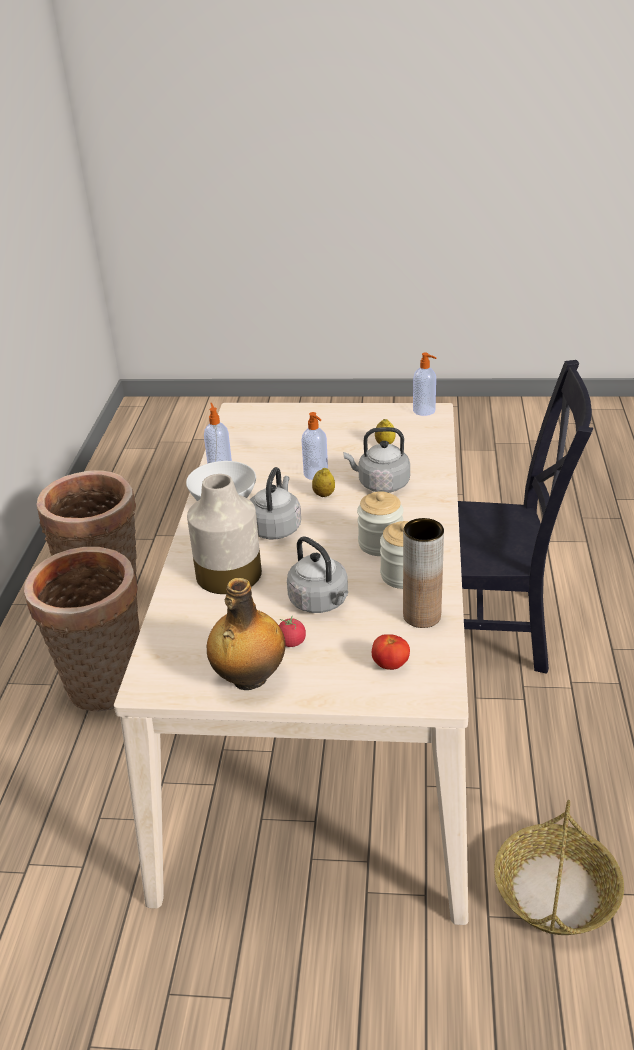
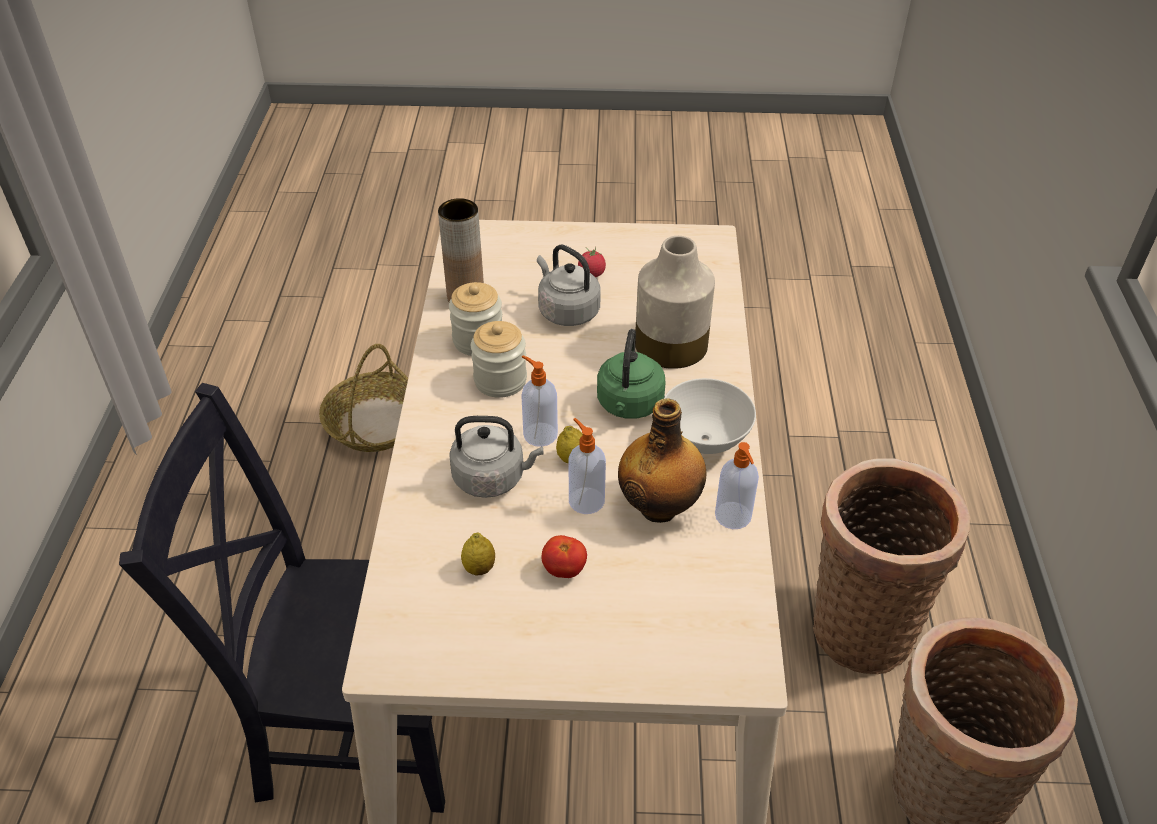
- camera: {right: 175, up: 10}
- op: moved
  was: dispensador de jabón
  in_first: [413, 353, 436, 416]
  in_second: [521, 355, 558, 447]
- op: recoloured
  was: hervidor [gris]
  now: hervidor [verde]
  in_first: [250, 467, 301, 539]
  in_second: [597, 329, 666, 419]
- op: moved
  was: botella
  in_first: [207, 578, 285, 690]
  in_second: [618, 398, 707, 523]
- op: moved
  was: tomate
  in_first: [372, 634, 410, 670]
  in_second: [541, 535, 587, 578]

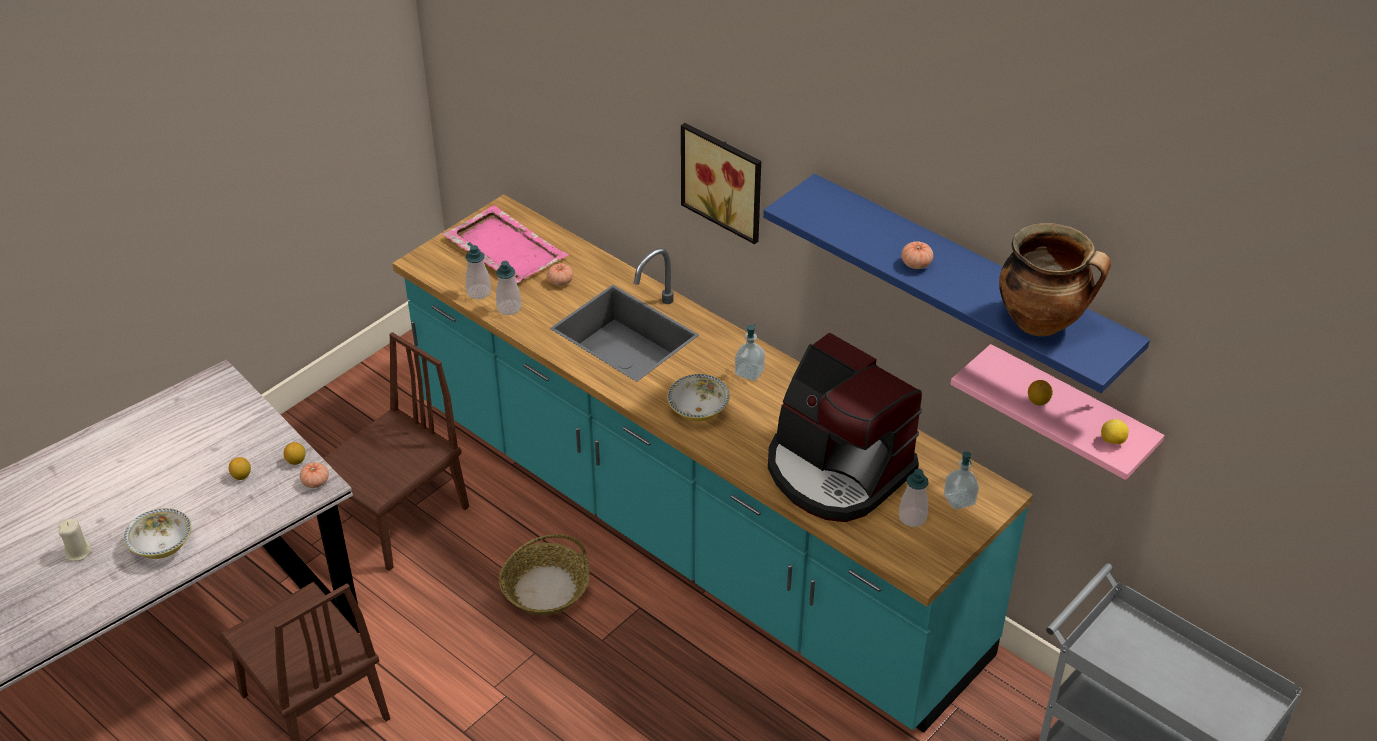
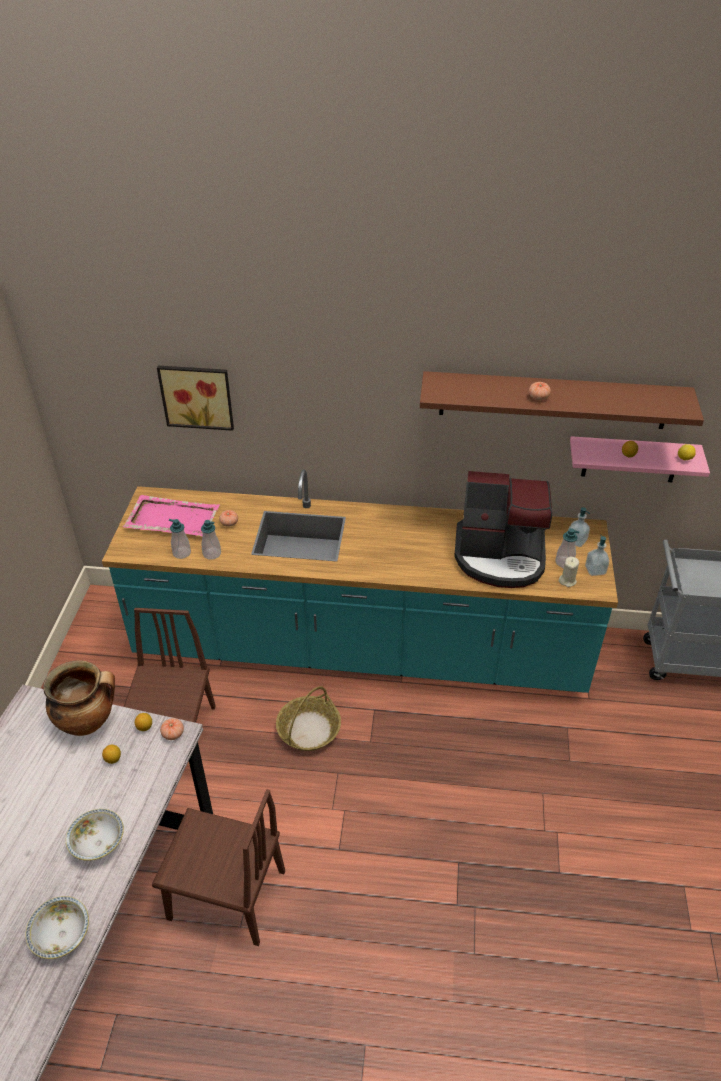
- camera: {right: -35, up: 0}
- op: moved
  was: cuadro
  in_first: [681, 123, 761, 244]
  in_second: [157, 366, 234, 431]
- op: recoloured
  was: estante [azul]
  now: estante [marrón]
  in_first: [763, 174, 1150, 393]
  in_second: [420, 371, 704, 429]
- op: moved
  was: olla
  in_first: [999, 223, 1111, 336]
  in_second: [43, 660, 115, 736]
- op: moved
  was: dispensador de jabón
  in_first: [735, 324, 765, 381]
  in_second: [585, 535, 609, 576]
- op: moved
  was: cuenco
  in_first: [667, 374, 730, 421]
  in_second: [26, 896, 89, 959]
- op: moved
  was: vela [beis]
  in_first: [59, 519, 93, 561]
  in_second: [559, 556, 579, 587]

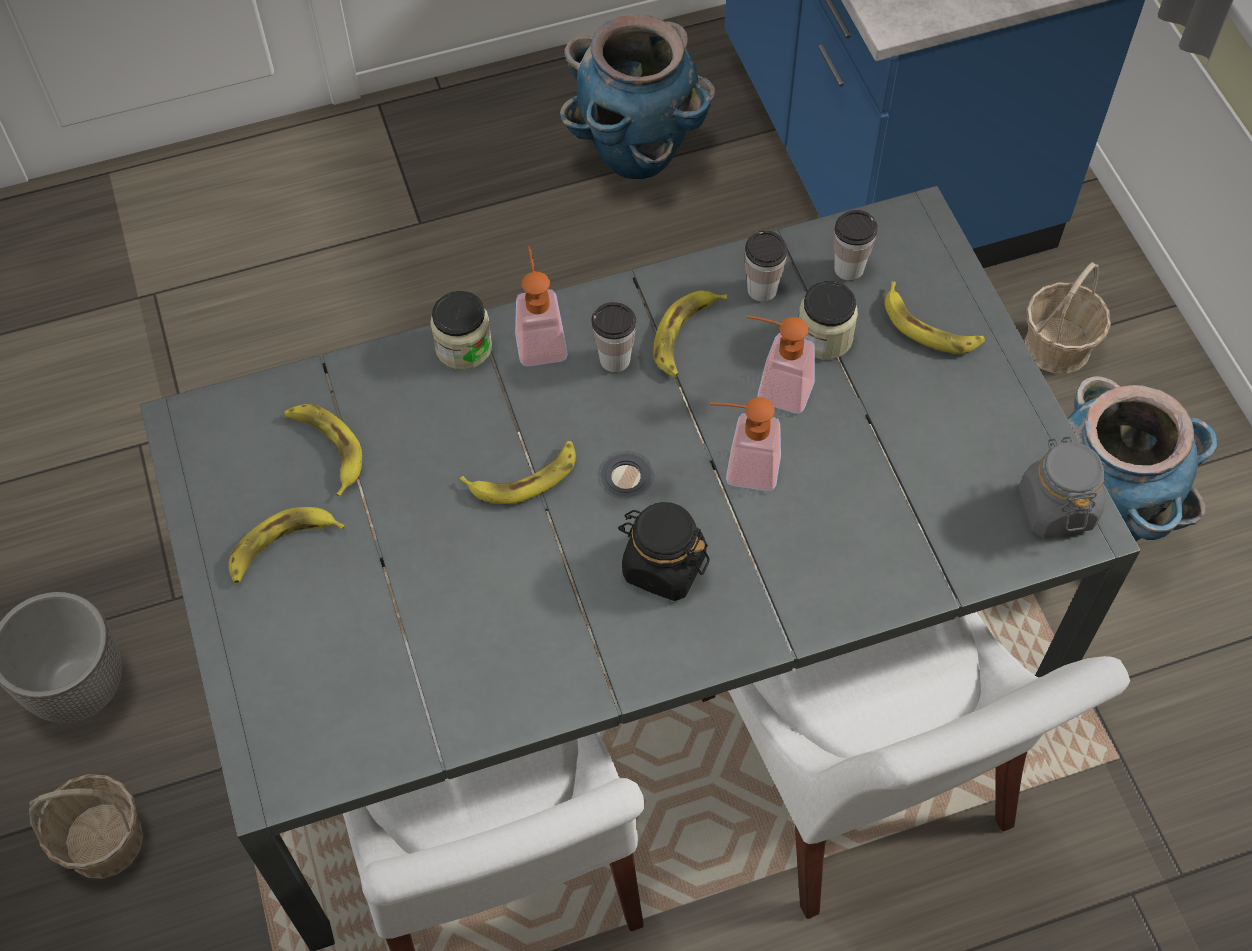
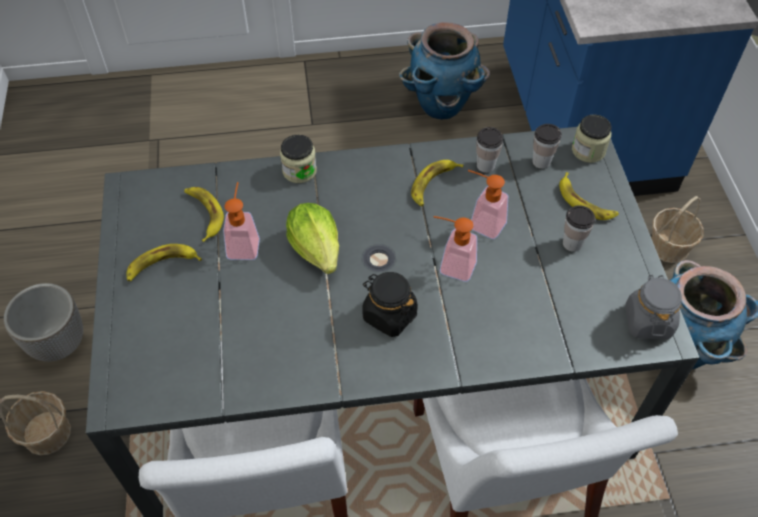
- camera: {right: 10, up: -5}
- op: moved
  was: dispensador de jabón
  in_first: [515, 246, 568, 366]
  in_second: [223, 182, 260, 260]
- op: moved
  was: tarro
  in_first: [799, 281, 858, 360]
  in_second: [572, 114, 612, 163]
- op: moved
  was: taza
  in_first: [591, 302, 636, 372]
  in_second: [563, 205, 596, 252]
- op: replaced
  was: plátano
  now: lechuga
  in_first: [460, 441, 576, 504]
  in_second: [286, 203, 339, 274]

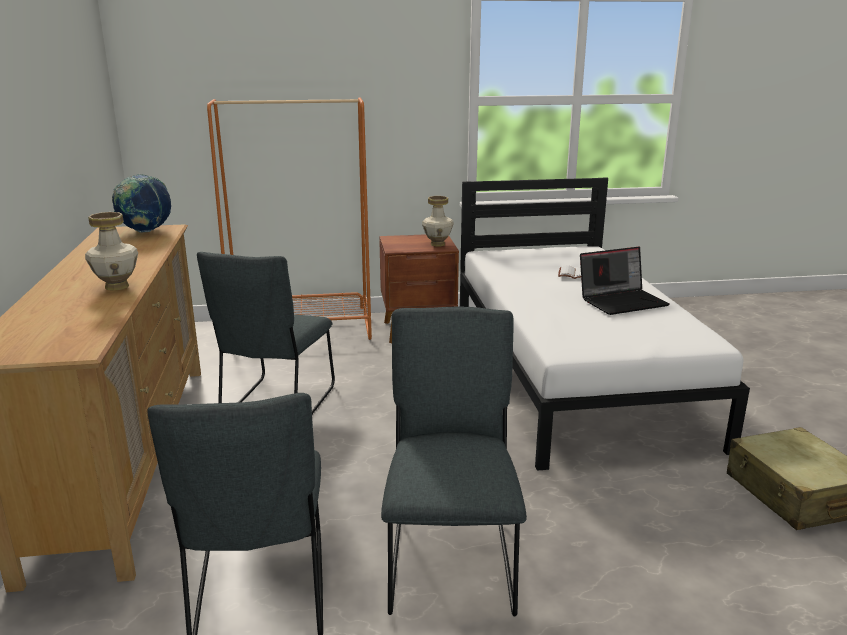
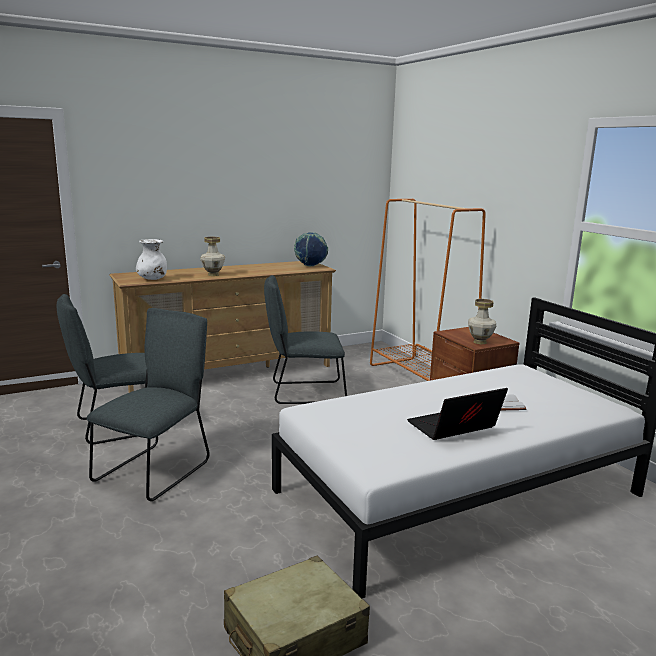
- camera: {right: 70, up: -5}
- op: turned
  was: portátil
  in_first: [580, 247, 669, 315]
  in_second: [407, 388, 508, 440]
  clockwise: 105
- op: turned
  was: silla [gris]
  in_first: [381, 306, 527, 617]
  in_second: [87, 308, 209, 501]
  clockwise: -45
- op: added
  now: florero [blanco]
  in_second: [136, 239, 167, 280]

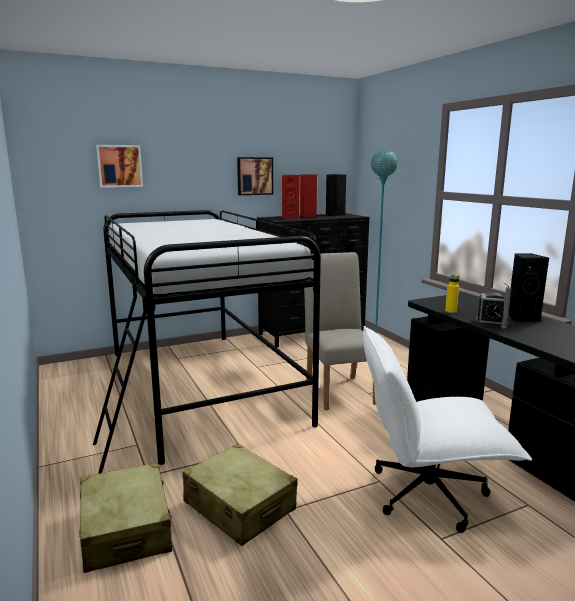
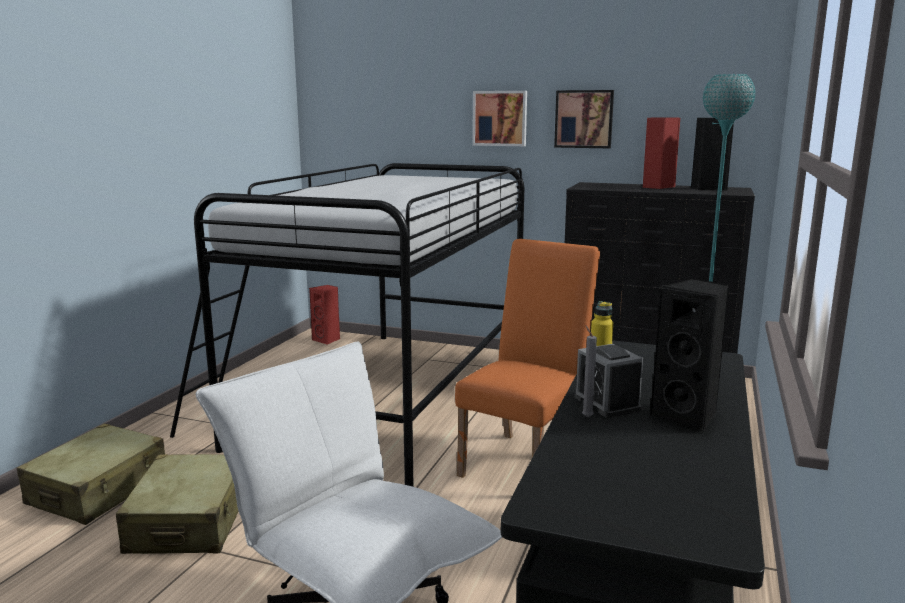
- camera: {right: 45, up: 0}
- op: moved
  was: cuadro
  in_first: [96, 145, 143, 188]
  in_second: [473, 91, 527, 146]
- op: moved
  was: altavoz [rojo]
  in_first: [282, 175, 300, 219]
  in_second: [309, 285, 340, 345]
- op: recoloured
  was: silla [beis]
  now: silla [naranja]
  in_first: [304, 252, 376, 410]
  in_second: [455, 239, 600, 478]

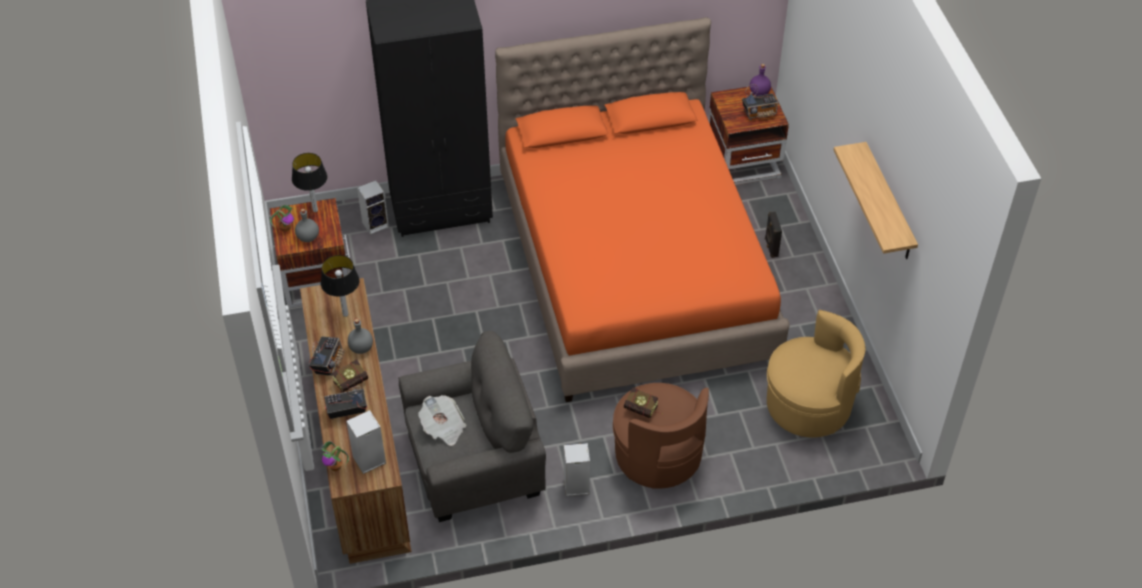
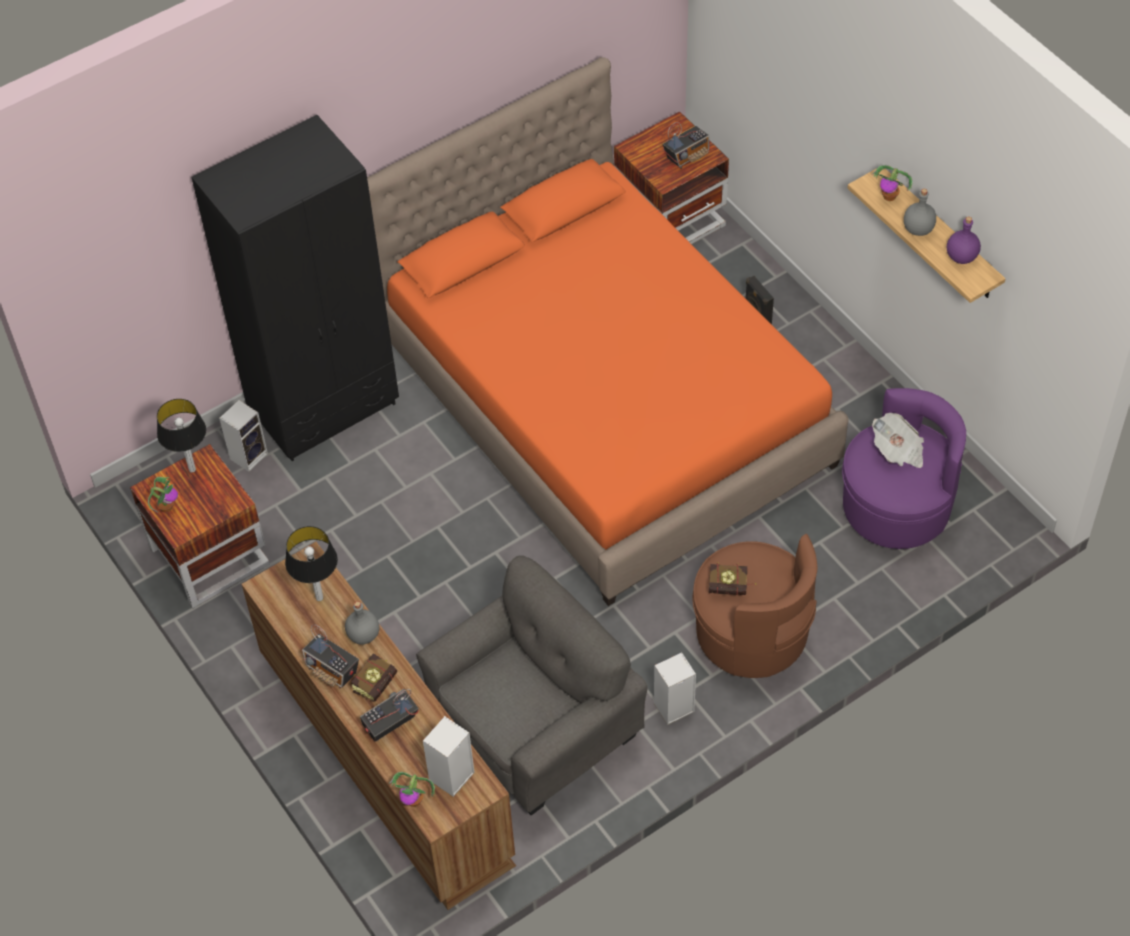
- camera: {right: -20, up: 5}
- op: moved
  was: botella [morado]
  in_first: [750, 64, 771, 96]
  in_second: [947, 216, 981, 264]
- op: moved
  was: botella [gris]
  in_first: [295, 208, 319, 242]
  in_second: [904, 189, 936, 236]
- op: recoloured
  was: sillón [beis]
  now: sillón [morado]
  in_first: [767, 310, 866, 438]
  in_second: [842, 388, 966, 549]
- op: turned
  was: radio
  in_first: [309, 337, 345, 376]
  in_second: [302, 624, 359, 688]
  clockwise: 135
- op: moved
  was: periódico
  in_first: [418, 395, 467, 446]
  in_second: [872, 413, 924, 468]
- op: added
  now: planta en maceta
  in_second: [871, 165, 913, 201]

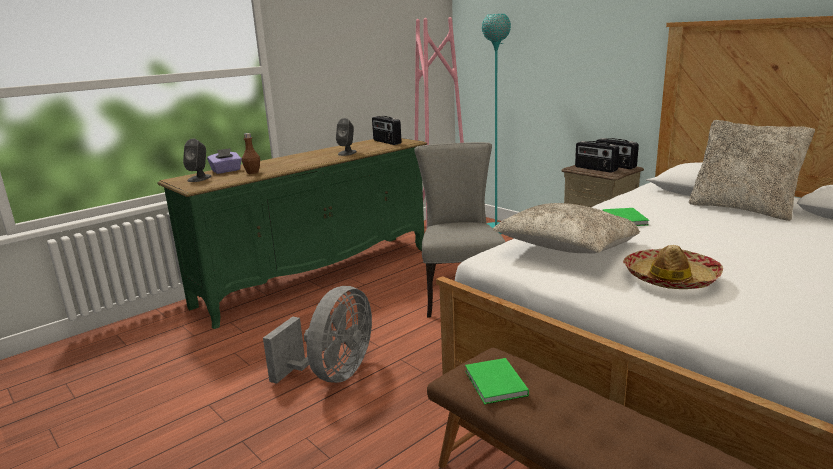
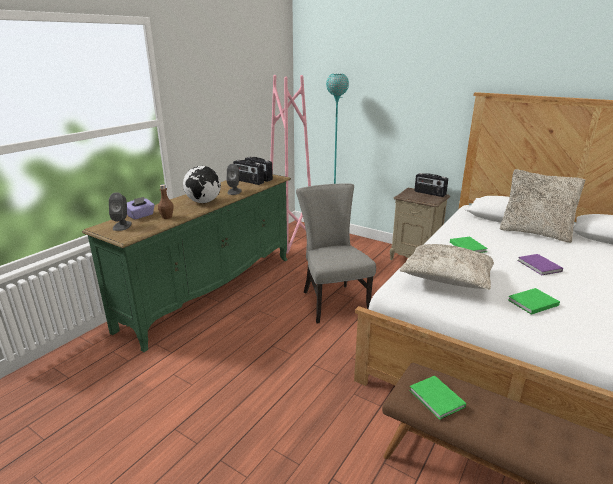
- camera: {right: -15, up: 5}
- op: moved
  was: radio
  in_first: [575, 141, 619, 173]
  in_second: [233, 160, 264, 185]
- op: replaced
  was: sombrero
  now: libro [verde]
  in_first: [623, 245, 723, 289]
  in_second: [508, 288, 560, 315]
- op: removed
  was: ventilador [gris]
  in_first: [263, 286, 372, 384]
- op: added
  now: globo terráqueo
  in_second: [183, 166, 221, 203]
- op: added
  now: libro [morado]
  in_second: [517, 254, 563, 275]

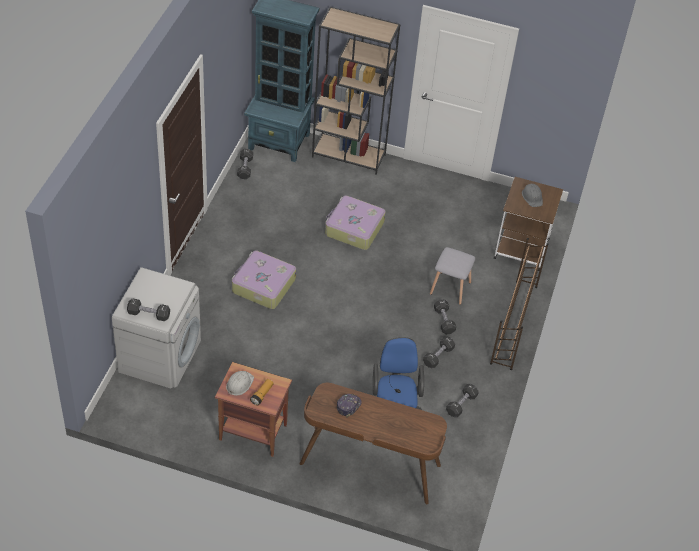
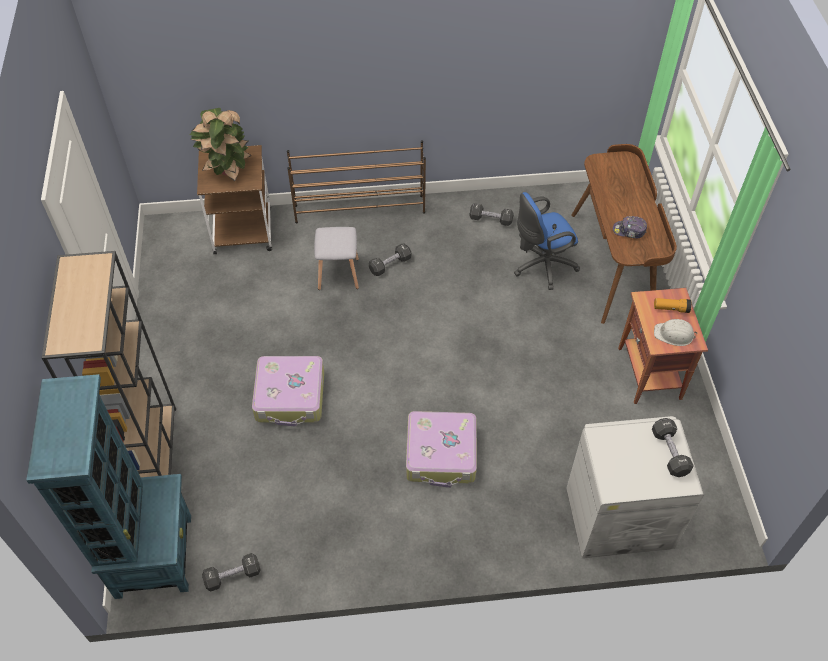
- camera: {right: -110, up: 5}
- op: replaced
  was: casco [gris]
  now: planta en maceta
  in_first: [522, 184, 543, 207]
  in_second: [190, 108, 252, 181]
- op: removed
  was: mancuerna [negro]
  in_first: [423, 336, 455, 368]

